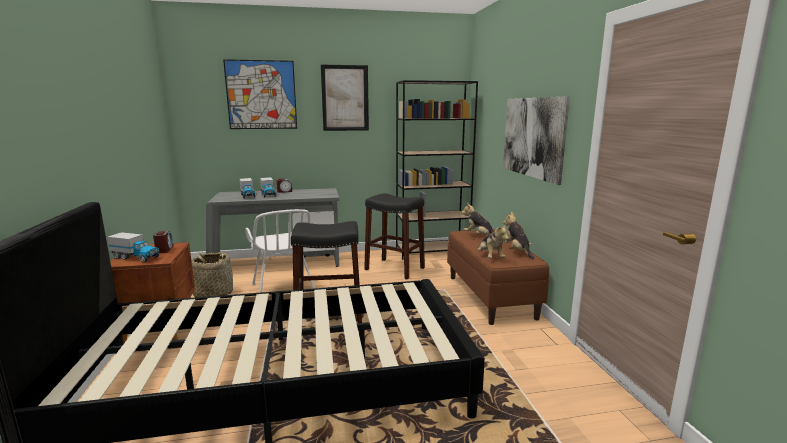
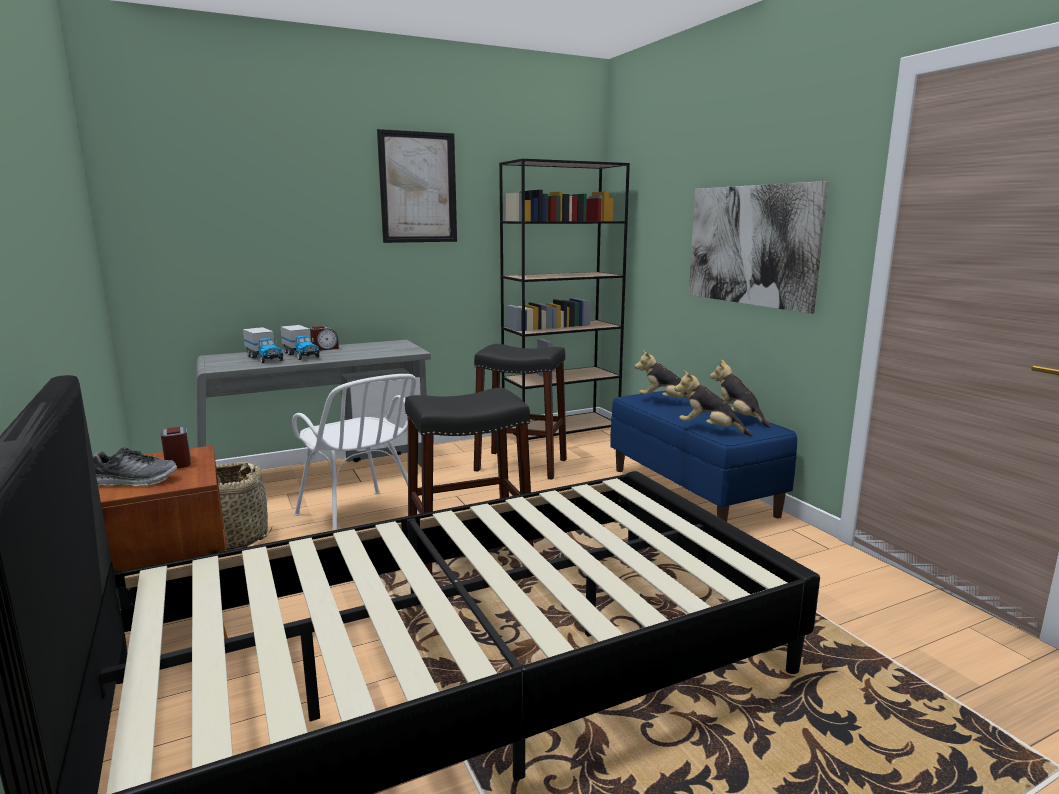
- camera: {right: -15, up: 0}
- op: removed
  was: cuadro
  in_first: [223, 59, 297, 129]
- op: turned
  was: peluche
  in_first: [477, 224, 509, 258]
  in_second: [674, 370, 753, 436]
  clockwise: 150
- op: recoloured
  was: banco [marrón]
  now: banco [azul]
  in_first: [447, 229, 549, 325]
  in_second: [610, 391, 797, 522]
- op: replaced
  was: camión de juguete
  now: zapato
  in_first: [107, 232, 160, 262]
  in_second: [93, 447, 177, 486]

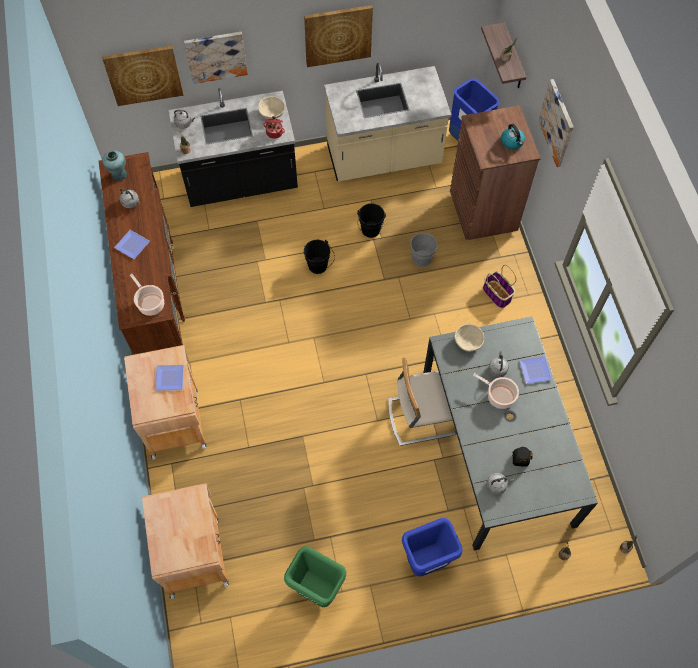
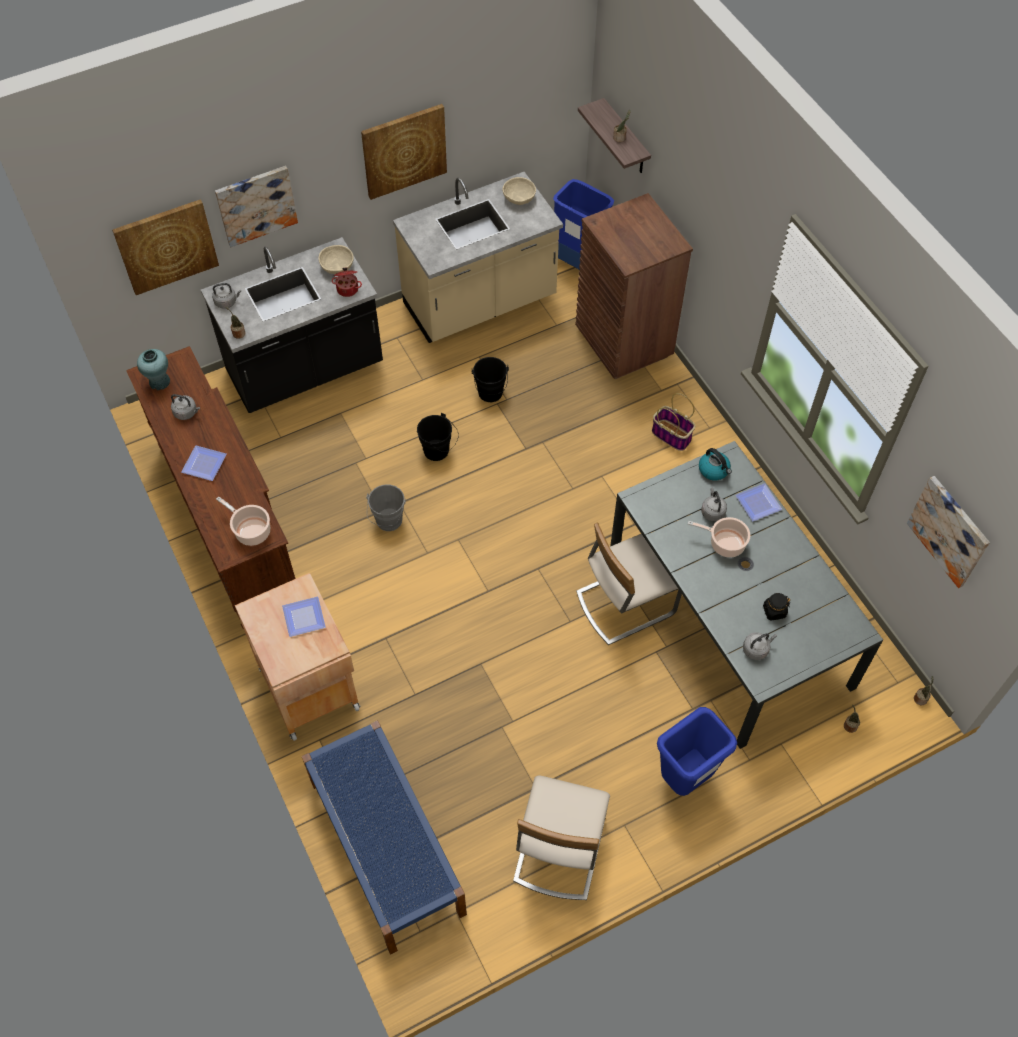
- camera: {right: -15, up: -5}
- op: moved
  was: cuadro
  in_first: [538, 79, 574, 167]
  in_second: [907, 476, 990, 588]
- op: moved
  was: hervidor
  in_first: [501, 124, 525, 150]
  in_second: [699, 448, 732, 481]
- op: moved
  was: cubo [gris]
  in_first: [408, 233, 438, 267]
  in_second: [366, 485, 406, 531]
- op: moved
  was: cuenco [beis]
  in_first: [455, 324, 484, 352]
  in_second: [502, 177, 536, 205]
- op: replaced
  was: carrito [marrón]
  now: banco [azul]
  in_first: [142, 483, 229, 599]
  in_second: [302, 720, 467, 955]
- op: replaced
  was: papelera [verde]
  now: silla [beis]
  in_first: [284, 546, 346, 607]
  in_second: [513, 775, 610, 900]

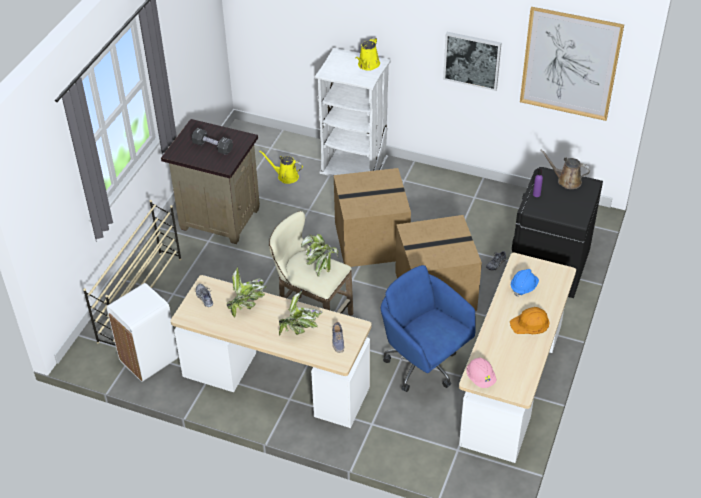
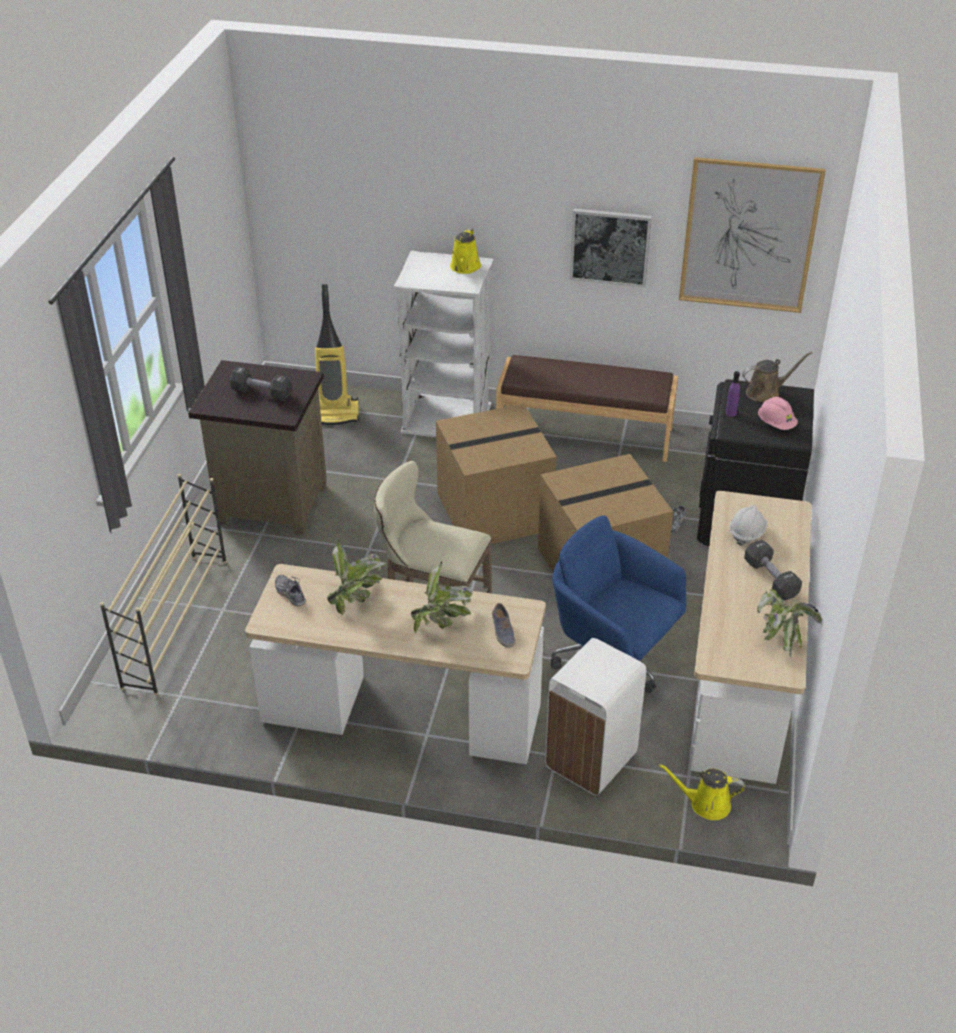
- camera: {right: -10, up: -5}
- op: moved
  was: regadera [amarillo]
  in_first: [259, 150, 303, 184]
  in_second: [659, 764, 745, 820]
- op: turned
  was: regadera [marrón]
  in_first: [540, 150, 590, 189]
  in_second: [742, 351, 812, 402]
  clockwise: 150
- op: moved
  was: planta en maceta
  in_first: [301, 234, 339, 277]
  in_second: [757, 589, 822, 657]
- op: recoloured
  was: casco [azul]
  now: casco [blanco]
  in_first: [511, 269, 539, 296]
  in_second: [729, 505, 767, 546]
- op: moved
  was: papelera [blanco]
  in_first: [106, 283, 179, 382]
  in_second: [545, 638, 646, 796]
- op: replaced
  was: casco [naranja]
  now: mancuerna [negro]
  in_first: [510, 307, 550, 334]
  in_second: [744, 540, 802, 601]
- op: moved
  was: casco [rosa]
  in_first: [466, 357, 496, 388]
  in_second: [758, 397, 798, 430]
- op: added
  now: aspiradora
  in_second: [315, 284, 359, 425]
- op: added
  now: banco [marrón]
  in_second: [496, 355, 678, 462]

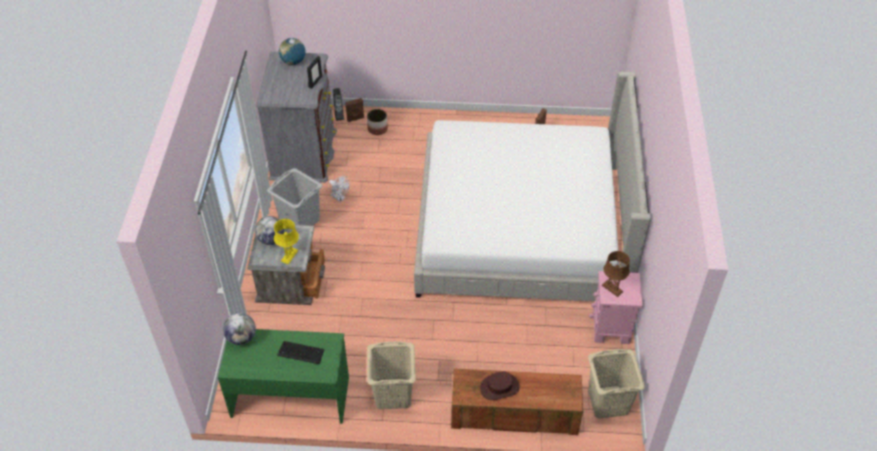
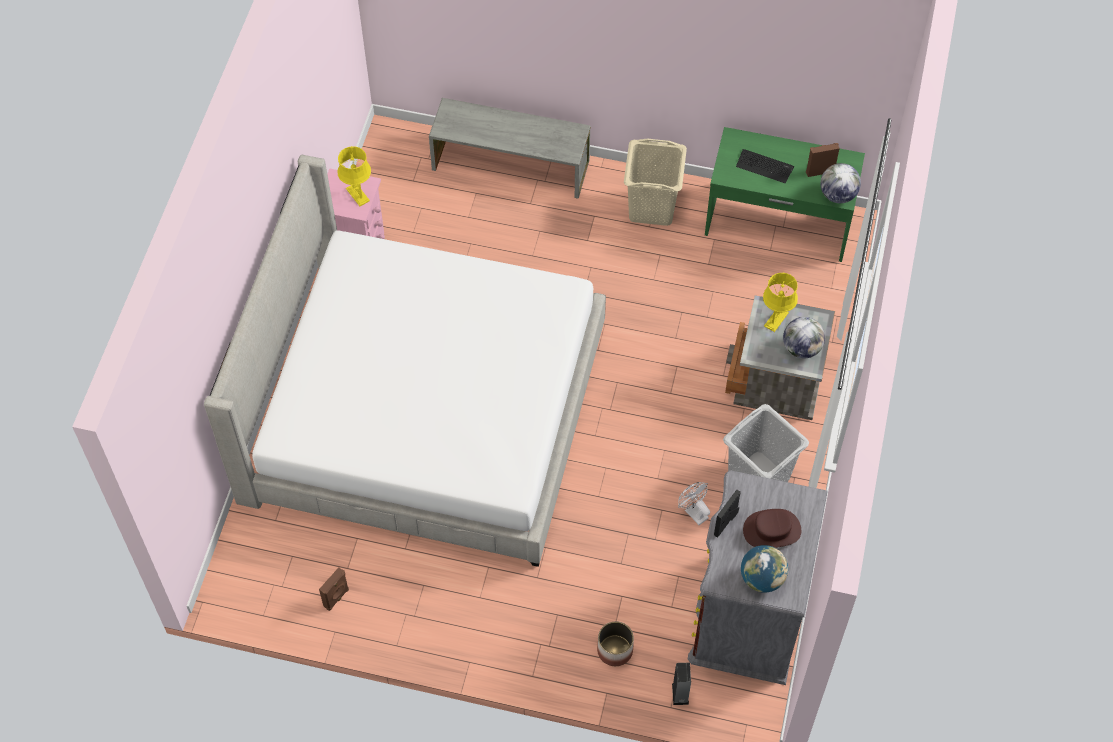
- camera: {right: -170, up: 10}
- op: moved
  was: altavoz [marrón]
  in_first: [345, 98, 364, 122]
  in_second: [806, 143, 840, 177]
- op: recoloured
  was: lámpara de mesa [marrón]
  now: lámpara de mesa [amarillo]
  in_first: [602, 251, 630, 297]
  in_second: [337, 146, 371, 206]
- op: removed
  was: cesto de la ropa [beis]
  in_first: [588, 349, 645, 419]
- op: recoloured
  was: banco [marrón]
  now: banco [gris]
  in_first: [451, 369, 583, 435]
  in_second: [429, 98, 591, 199]
- op: moved
  was: sombrero [marrón]
  in_first: [480, 371, 520, 400]
  in_second: [743, 509, 801, 548]

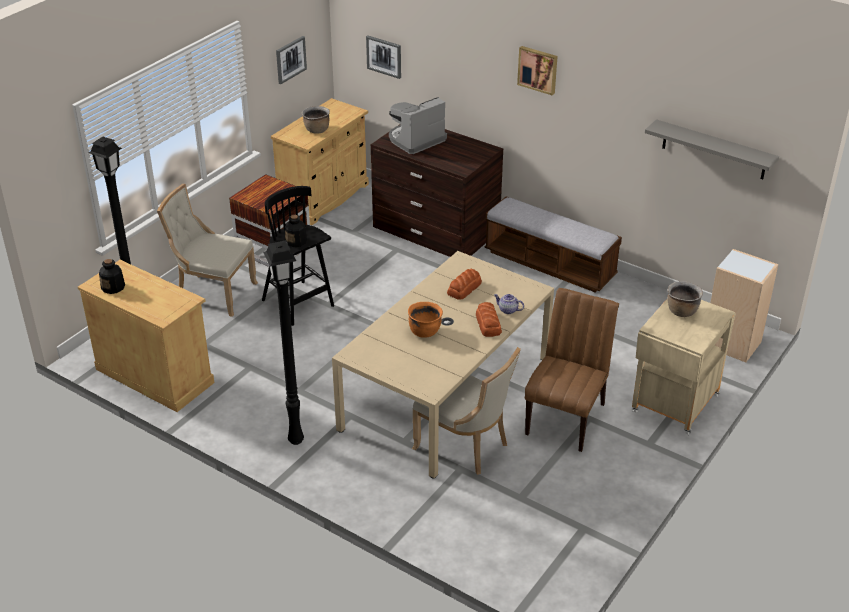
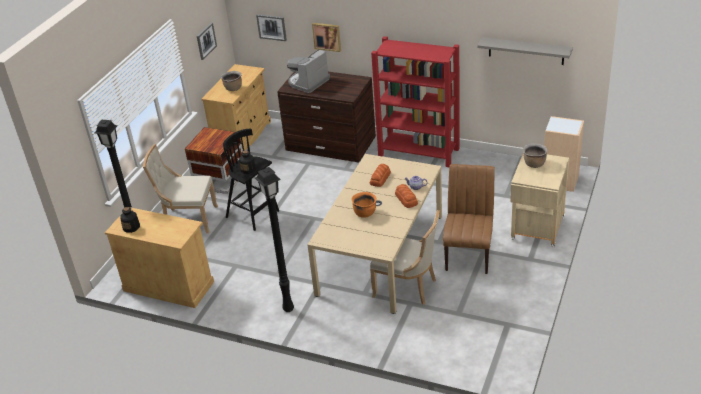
- camera: {right: -10, up: 0}
- op: moved
  was: cuadro
  in_first: [517, 46, 557, 95]
  in_second: [312, 23, 341, 52]
- op: replaced
  was: banco
  now: estantería [rojo]
  in_first: [485, 196, 622, 293]
  in_second: [371, 36, 459, 167]

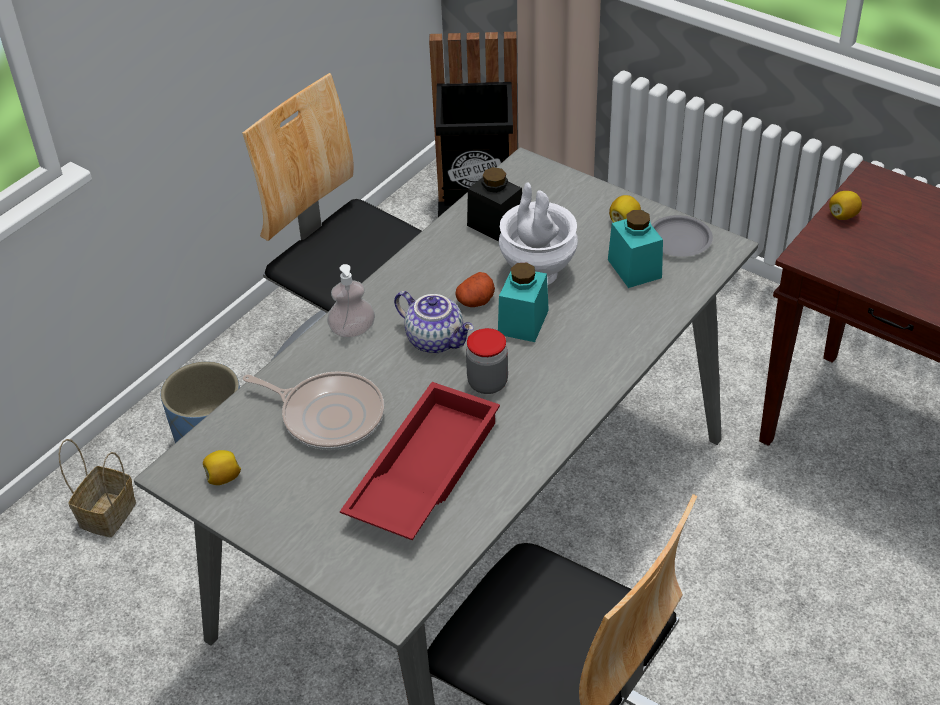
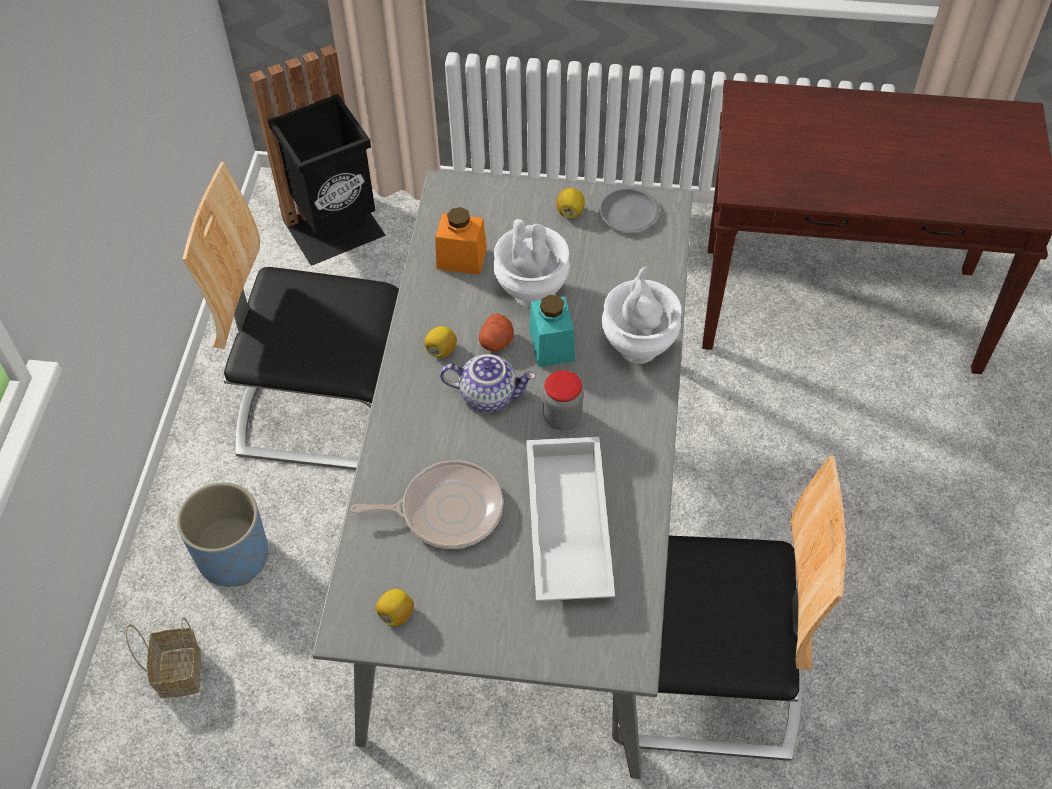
- camera: {right: -30, up: 10}
- op: recoloured
  was: tarro [negro]
  now: tarro [naranja]
  in_first: [467, 167, 522, 241]
  in_second: [435, 207, 487, 275]
- op: moved
  was: limón
  in_first: [829, 191, 862, 220]
  in_second: [424, 326, 457, 358]
- op: removed
  was: tarro [turquesa]
  in_first: [608, 210, 663, 288]
- op: removed
  was: dispensador de jabón
  in_first: [327, 264, 375, 338]
- op: recoloured
  was: bandeja [rojo]
  now: bandeja [blanco]
  in_first: [340, 382, 500, 541]
  in_second: [526, 437, 615, 601]
- op: added
  now: florero [blanco]
  in_second: [602, 267, 681, 364]

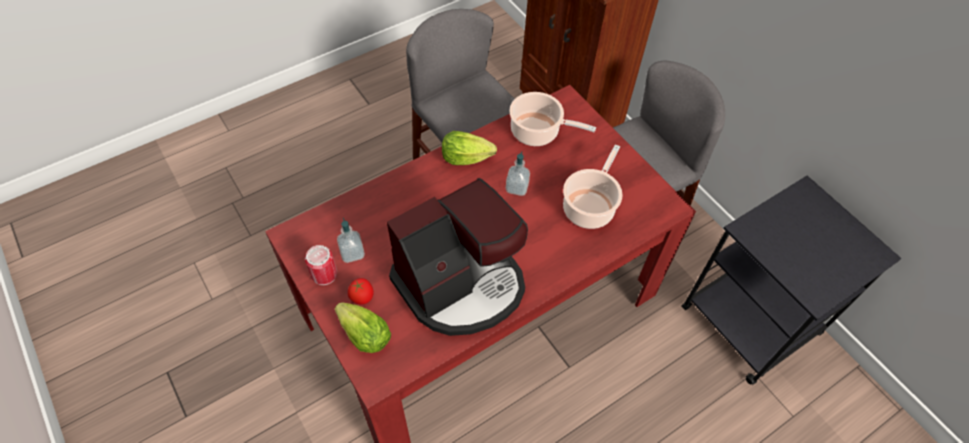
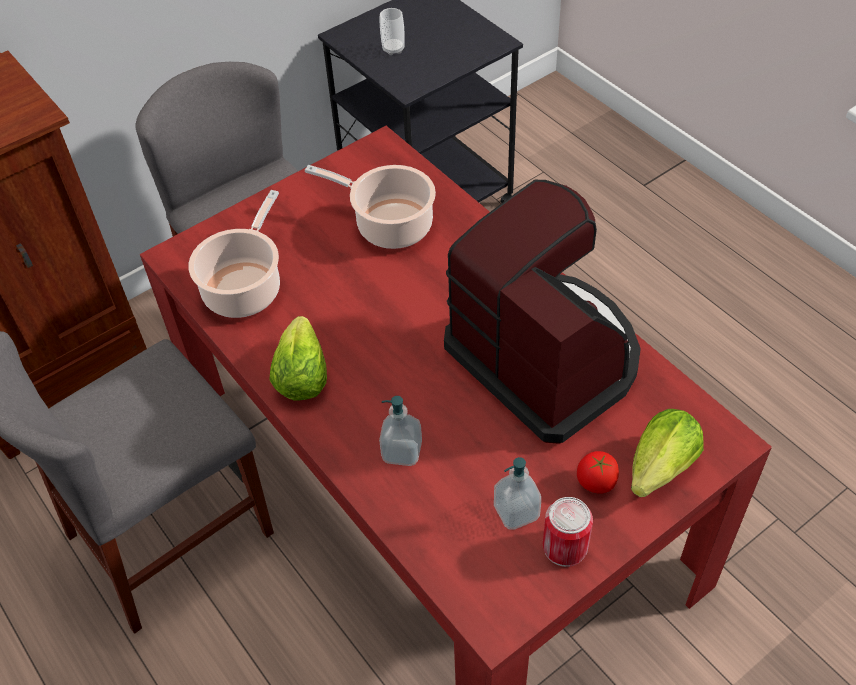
- camera: {right: -90, up: -5}
- op: moved
  was: dispensador de jabón
  in_first: [506, 151, 530, 196]
  in_second: [379, 396, 422, 466]
- op: added
  now: taza
  in_second: [380, 8, 405, 55]

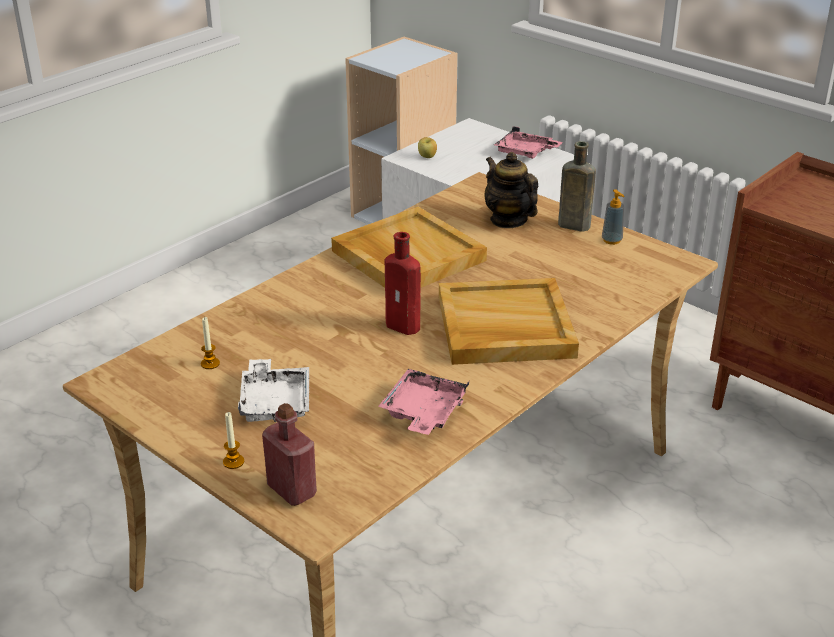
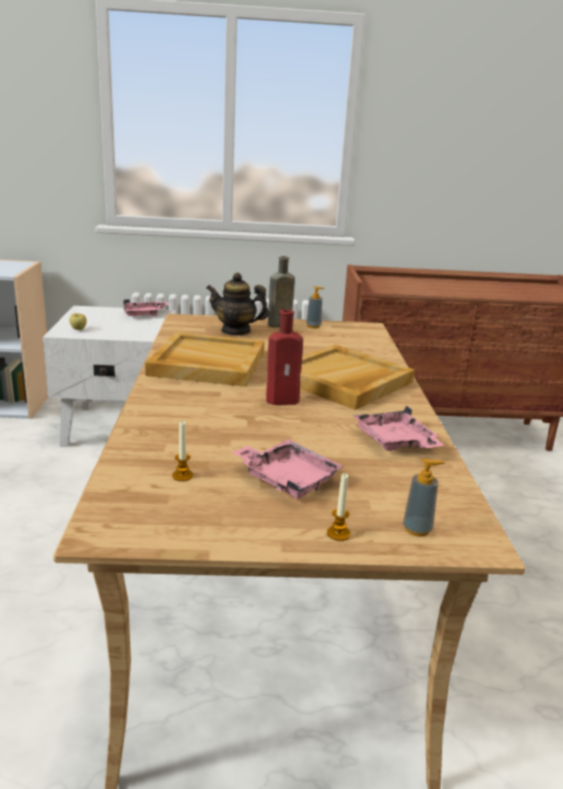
- camera: {right: -45, up: -10}
- op: recoloured
  was: bandeja [blanco]
  now: bandeja [rosa]
  in_first: [238, 359, 309, 422]
  in_second: [232, 439, 344, 499]
- op: replaced
  was: botella [rojo]
  now: dispensador de jabón
  in_first: [262, 403, 317, 506]
  in_second: [403, 459, 445, 537]

